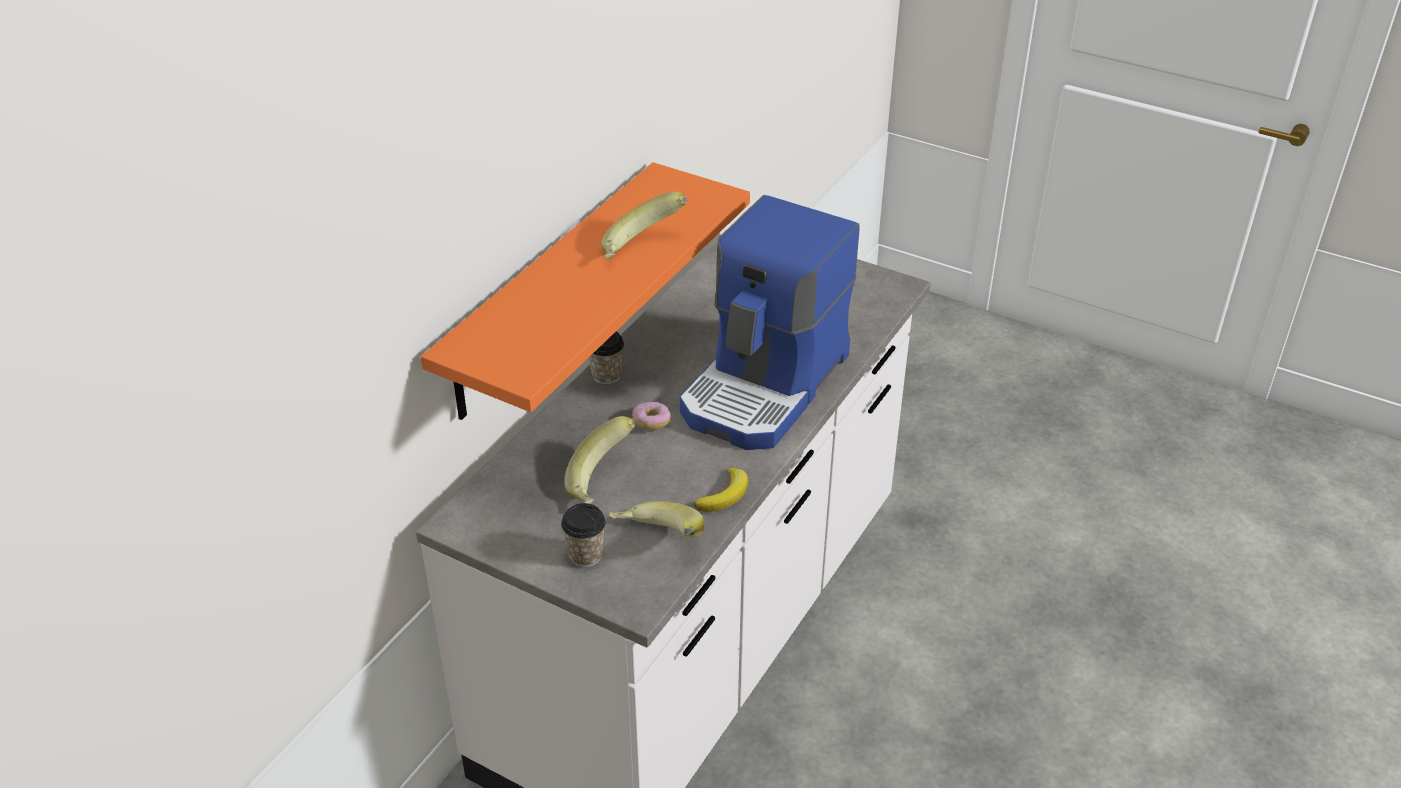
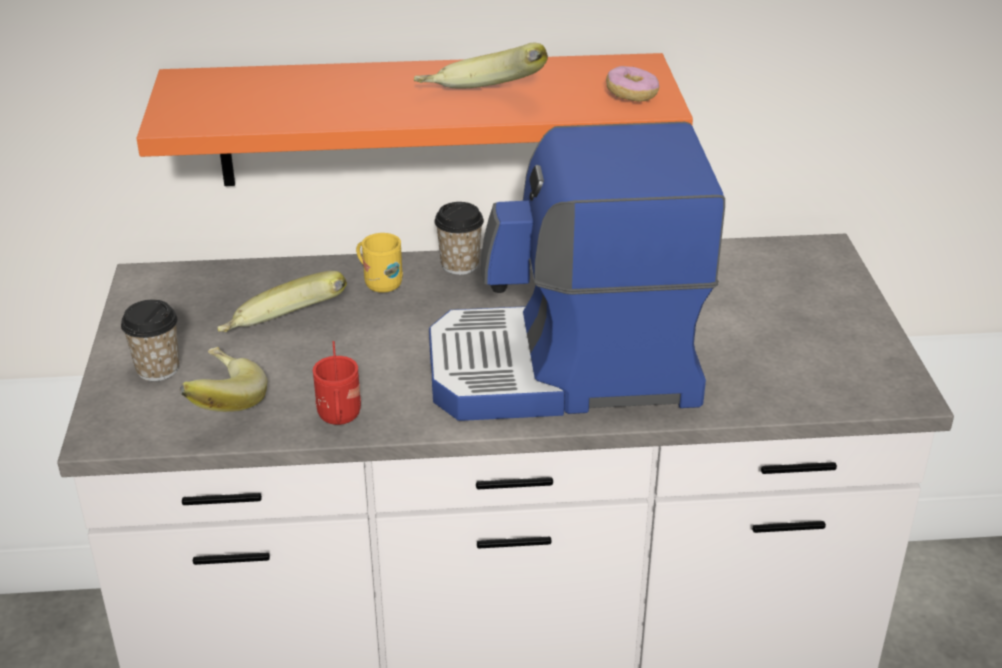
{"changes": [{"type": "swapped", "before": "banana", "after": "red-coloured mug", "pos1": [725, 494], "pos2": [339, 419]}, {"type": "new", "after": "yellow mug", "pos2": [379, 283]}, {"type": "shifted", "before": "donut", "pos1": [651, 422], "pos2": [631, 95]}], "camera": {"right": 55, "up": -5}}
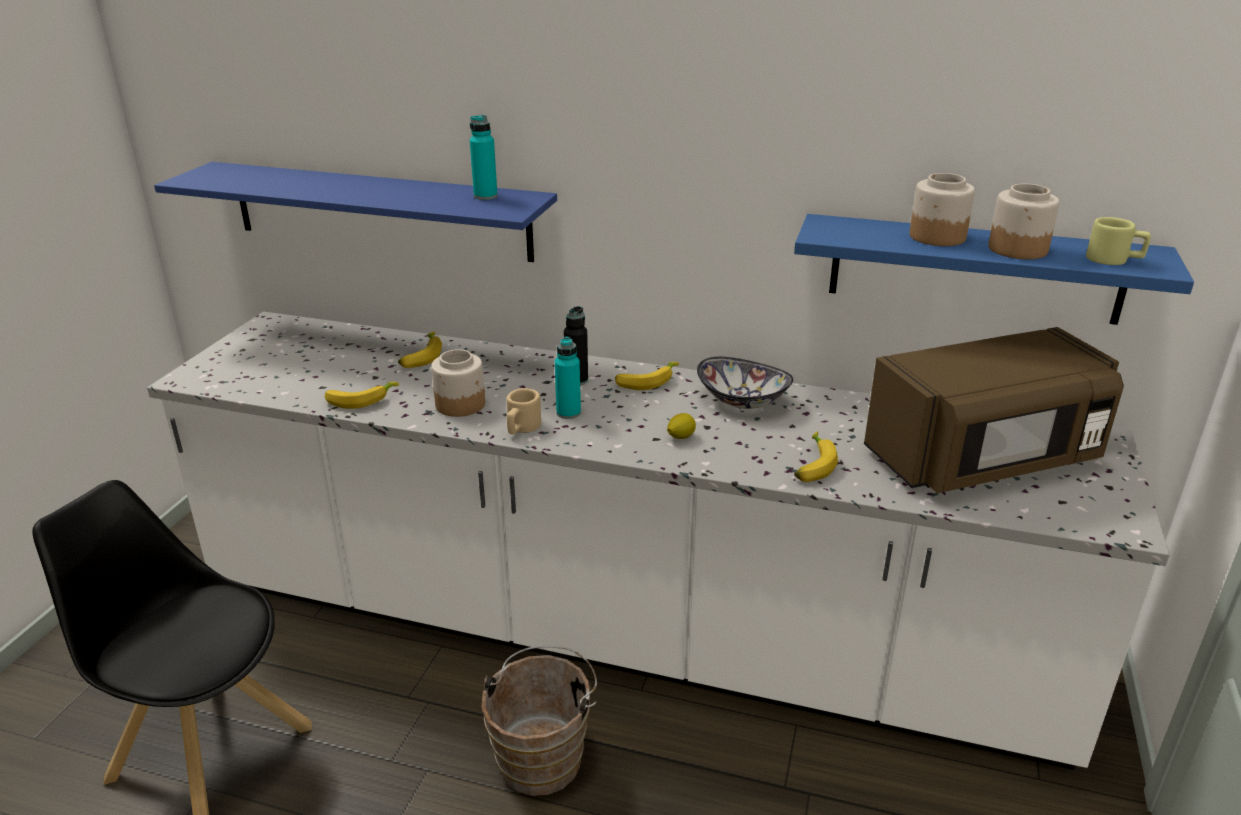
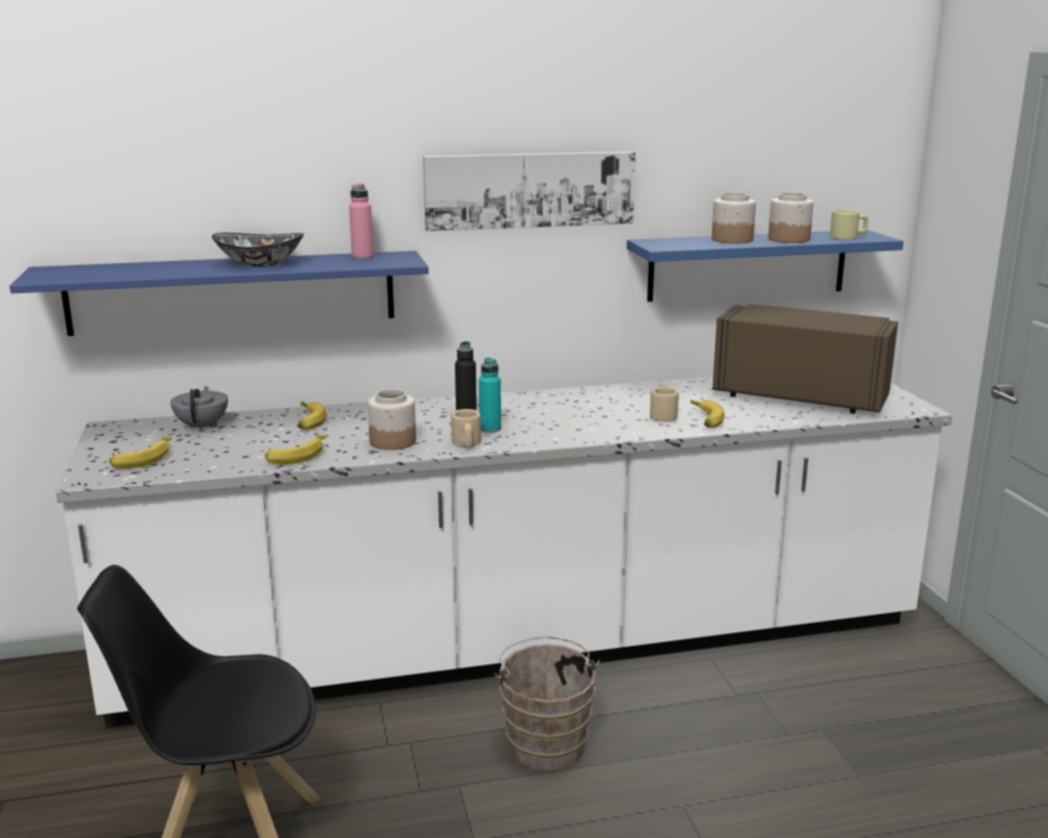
{"changes": [{"type": "shifted", "before": "banana", "pos1": [646, 381], "pos2": [143, 459]}, {"type": "new", "after": "greyish pot for tea", "pos2": [203, 426]}, {"type": "shifted", "before": "bowl", "pos1": [742, 401], "pos2": [260, 264]}, {"type": "repainted", "before": "turquoise beverage bottle", "after": "pink beverage bottle", "pos1": [485, 196], "pos2": [362, 257]}, {"type": "new", "after": "wall art", "pos2": [529, 190]}, {"type": "new", "after": "beige mug", "pos2": [664, 415]}, {"type": "rotated", "before": "brown microwave oven", "pos1": [984, 459], "pos2": [801, 396], "turn": -105}, {"type": "gone", "before": "citrus fruit", "pos1": [680, 437]}], "camera": {"right": -30, "up": -10}}
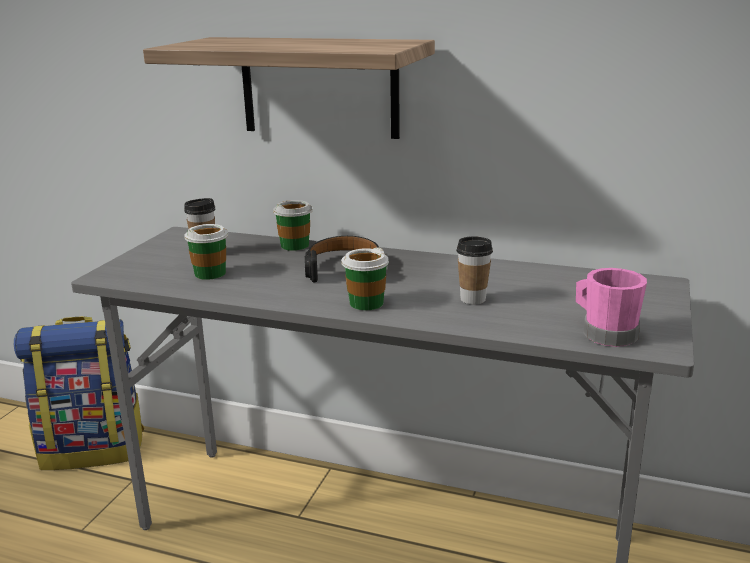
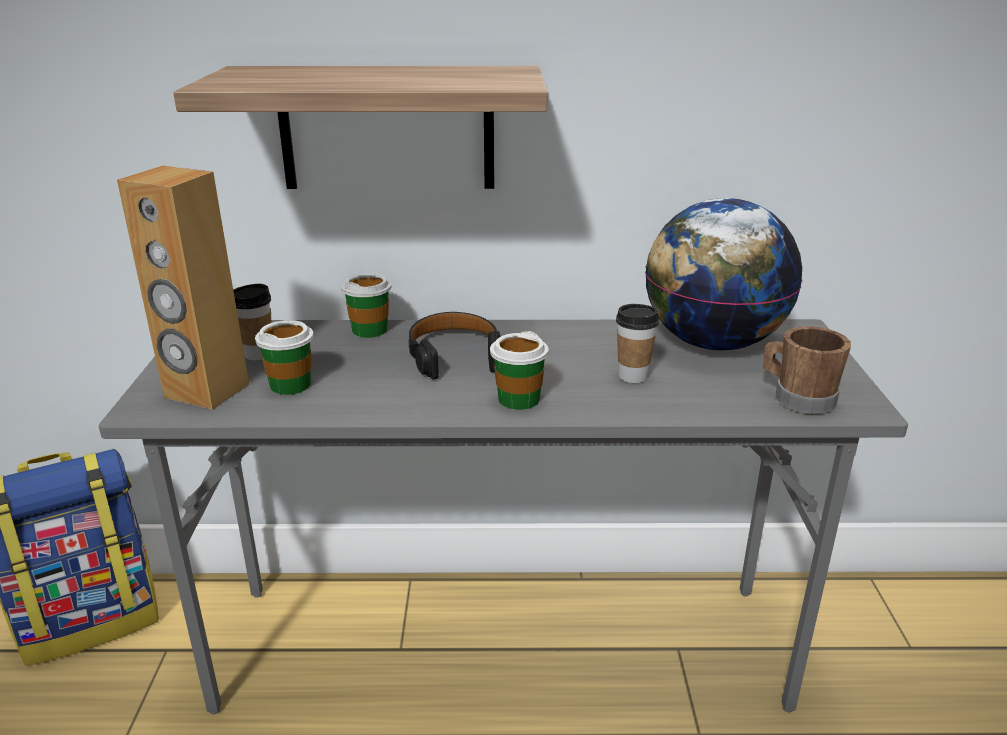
{"changes": [{"type": "new", "after": "brown loudspeaker", "pos2": [206, 391]}, {"type": "new", "after": "desk globe", "pos2": [712, 343]}, {"type": "repainted", "before": "pink mug", "after": "brown mug", "pos1": [604, 332], "pos2": [797, 398]}], "camera": {"right": -20, "up": 5}}
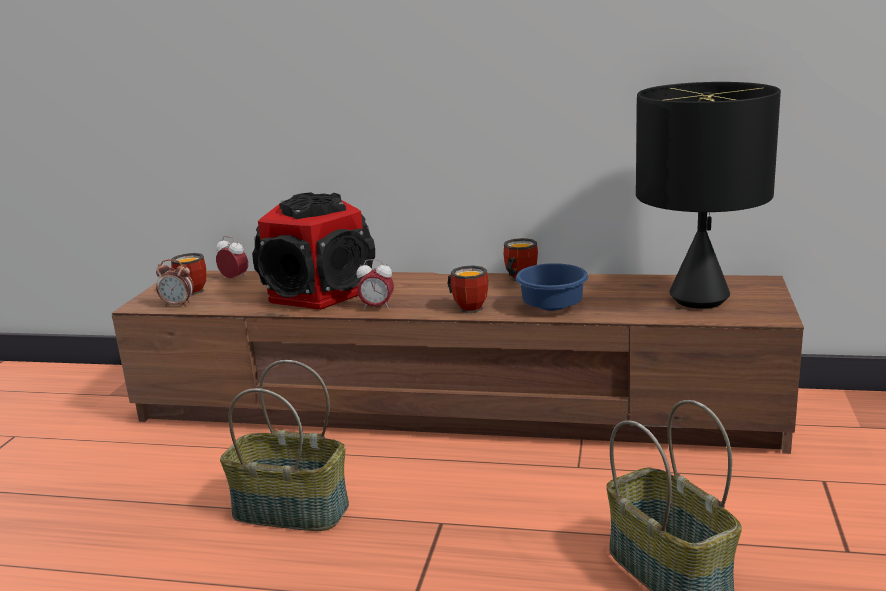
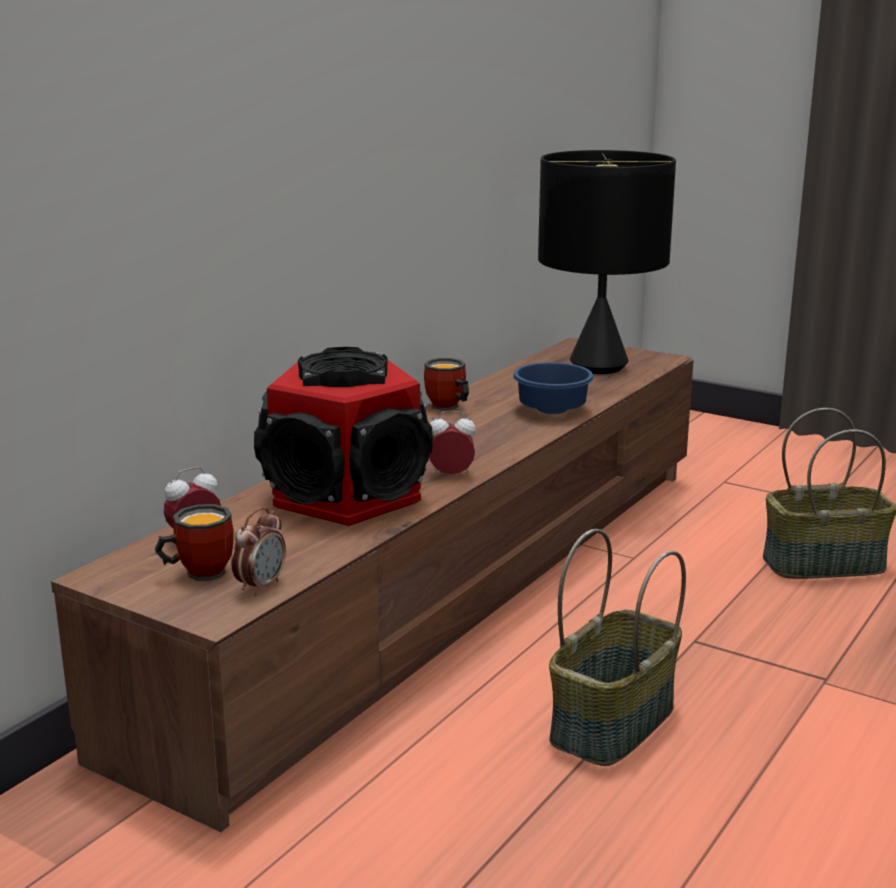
{"changes": [{"type": "rotated", "before": "bedside clock", "pos1": [377, 307], "pos2": [451, 475], "turn": -120}, {"type": "gone", "before": "mug", "pos1": [468, 307]}], "camera": {"right": -70, "up": 0}}
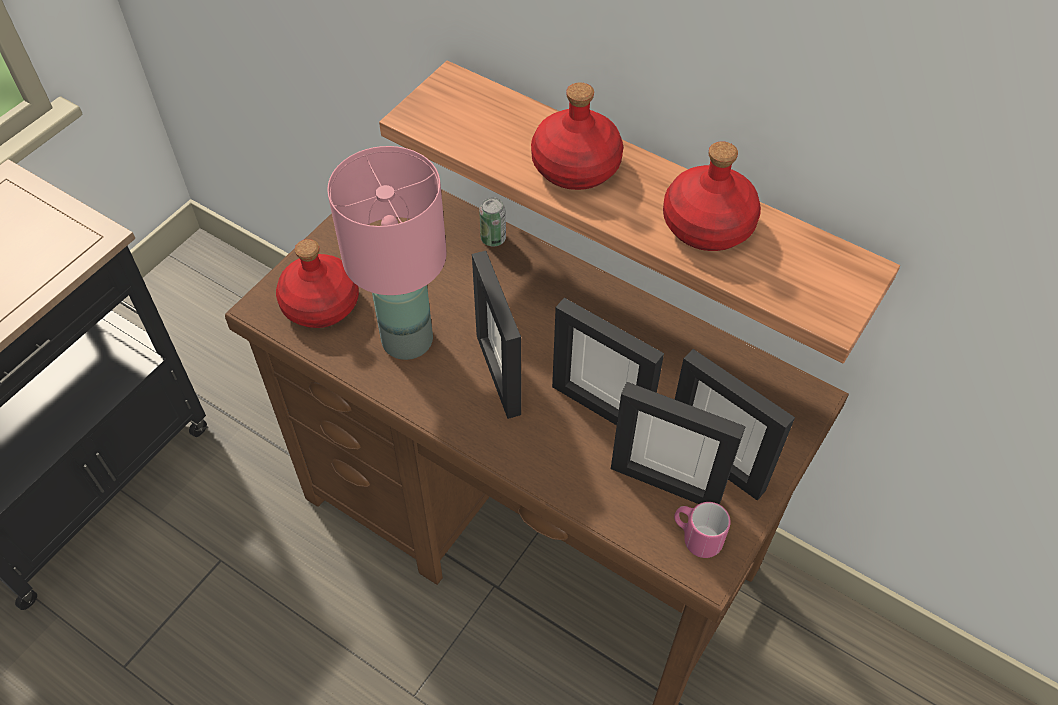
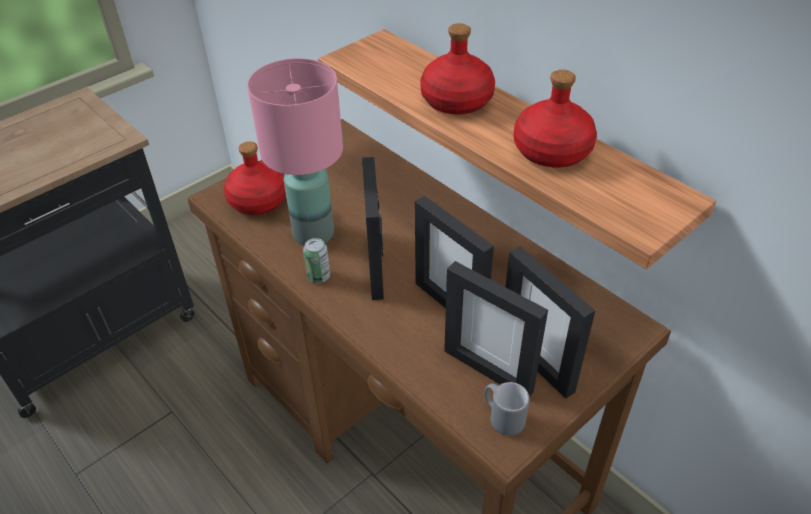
{"changes": [{"type": "shifted", "before": "can", "pos1": [493, 238], "pos2": [319, 276]}, {"type": "repainted", "before": "pink mug", "after": "greyish mug", "pos1": [696, 537], "pos2": [502, 418]}], "camera": {"right": 15, "up": -10}}
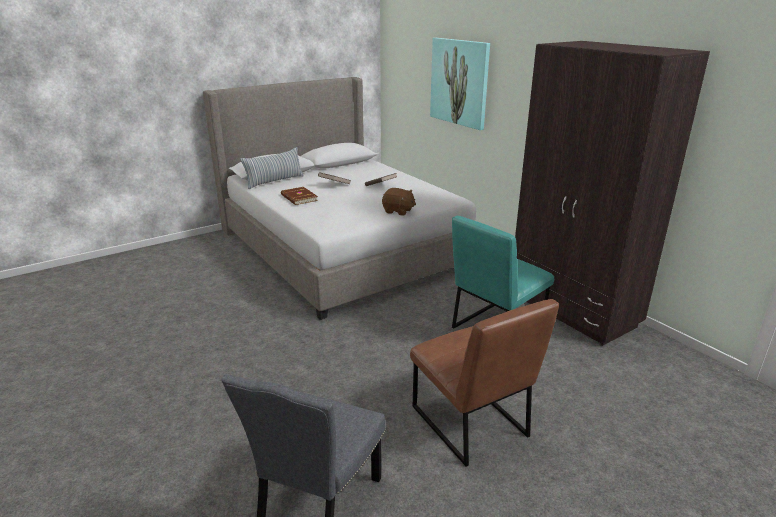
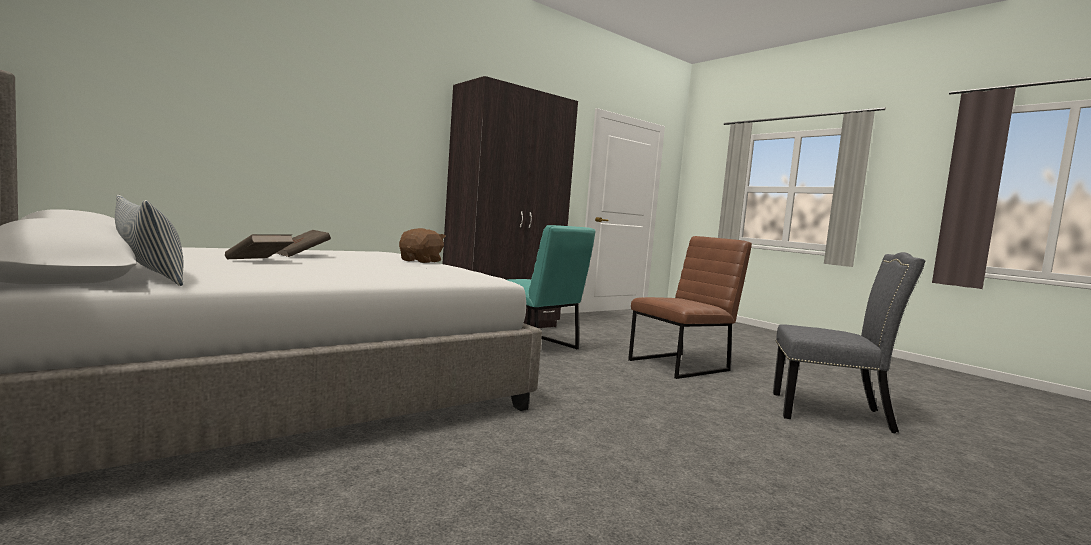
{"changes": [{"type": "gone", "before": "brown book", "pos1": [298, 198]}, {"type": "gone", "before": "wall art", "pos1": [460, 82]}], "camera": {"right": -95, "up": -20}}
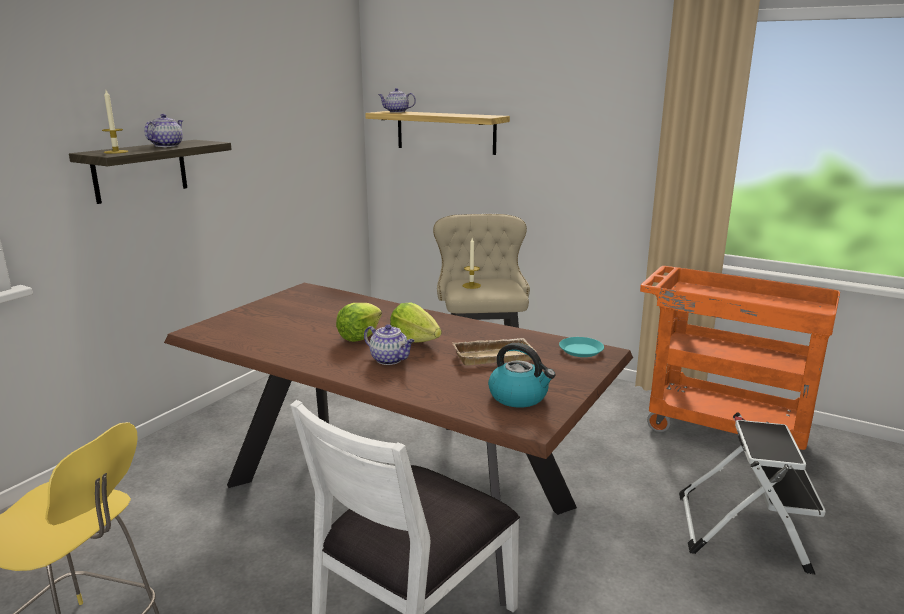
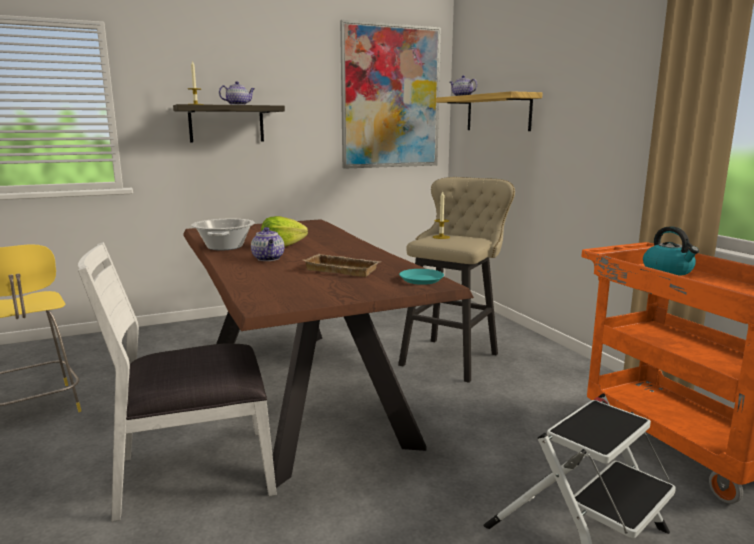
{"changes": [{"type": "new", "after": "cooking pot", "pos2": [224, 247]}, {"type": "new", "after": "wall art", "pos2": [391, 97]}, {"type": "shifted", "before": "kettle", "pos1": [519, 397], "pos2": [668, 271]}, {"type": "gone", "before": "lettuce head", "pos1": [415, 340]}], "camera": {"right": 35, "up": -5}}
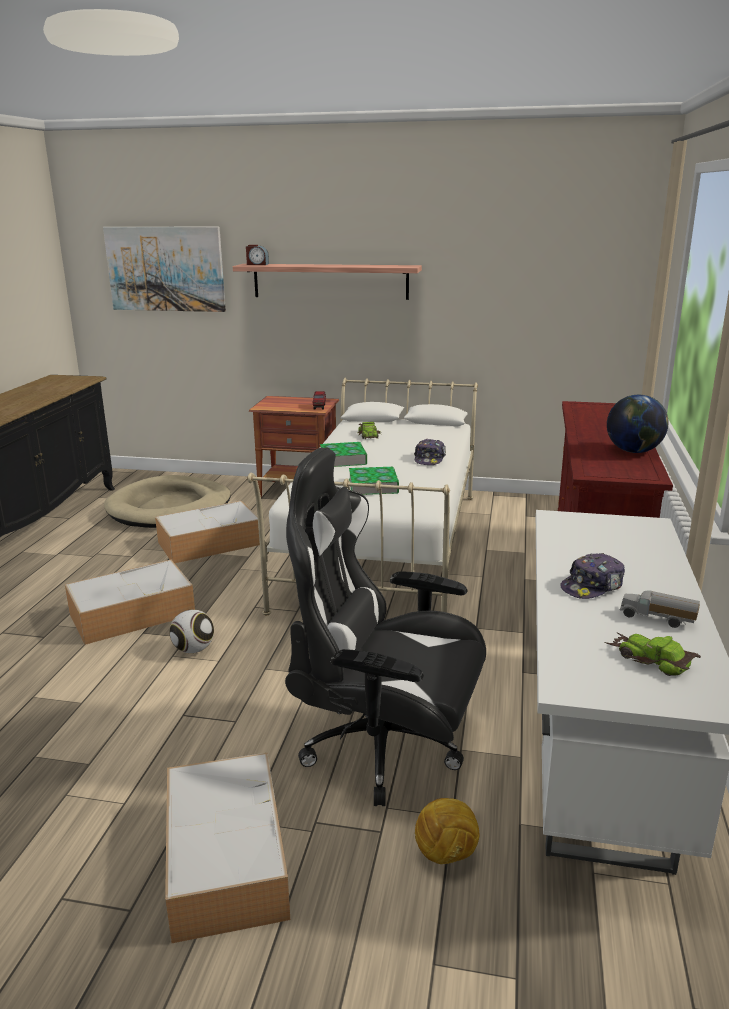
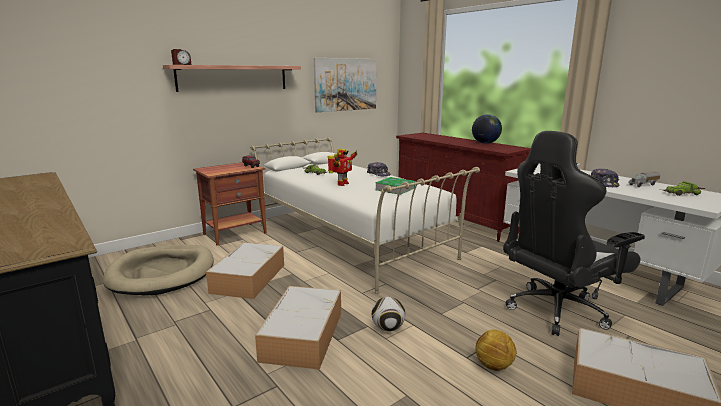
{"changes": [{"type": "shifted", "before": "wall art", "pos1": [165, 269], "pos2": [345, 84]}, {"type": "swapped", "before": "book", "after": "robot figure", "pos1": [343, 459], "pos2": [341, 184]}, {"type": "shifted", "before": "football ball", "pos1": [446, 855], "pos2": [494, 365]}], "camera": {"right": -50, "up": -5}}
